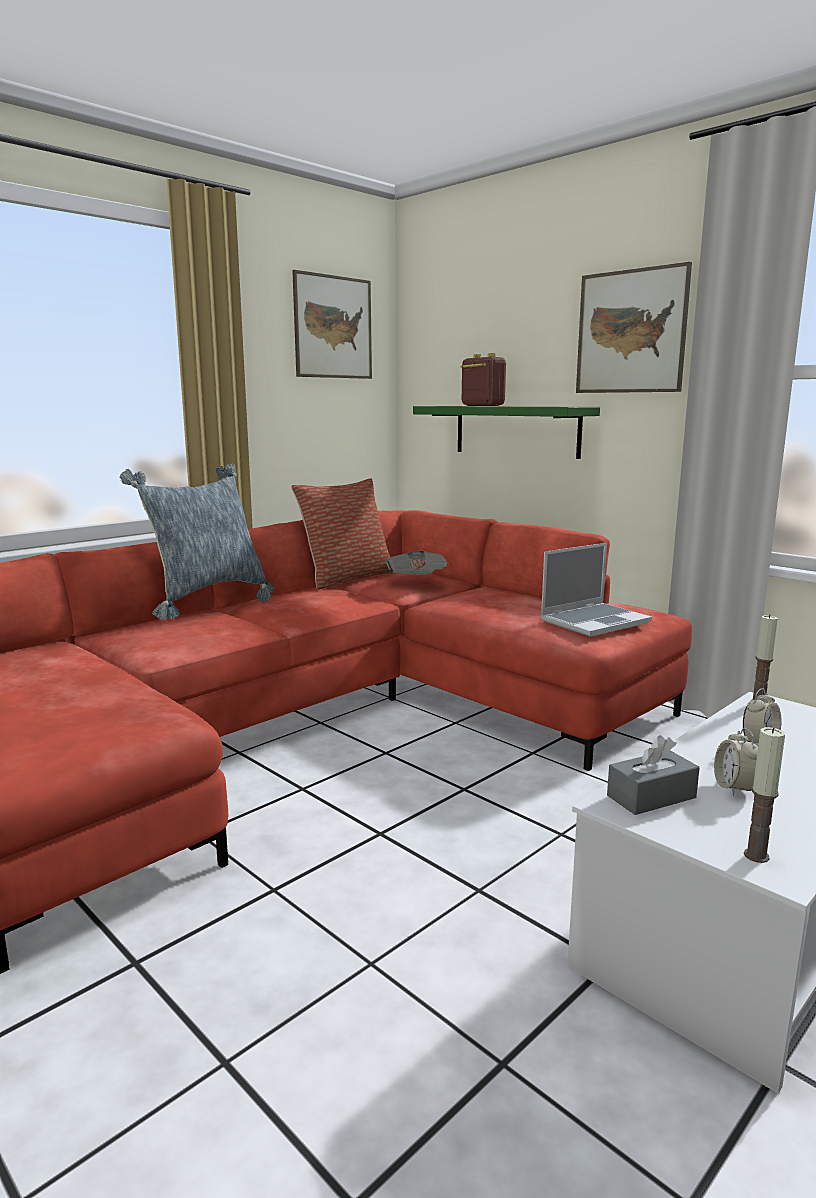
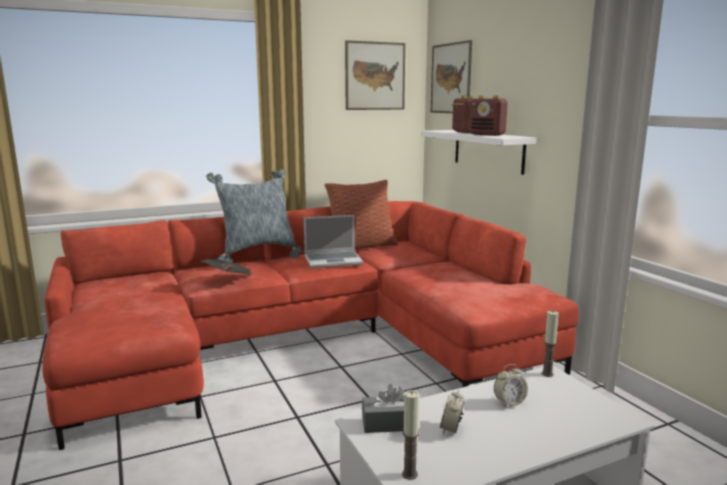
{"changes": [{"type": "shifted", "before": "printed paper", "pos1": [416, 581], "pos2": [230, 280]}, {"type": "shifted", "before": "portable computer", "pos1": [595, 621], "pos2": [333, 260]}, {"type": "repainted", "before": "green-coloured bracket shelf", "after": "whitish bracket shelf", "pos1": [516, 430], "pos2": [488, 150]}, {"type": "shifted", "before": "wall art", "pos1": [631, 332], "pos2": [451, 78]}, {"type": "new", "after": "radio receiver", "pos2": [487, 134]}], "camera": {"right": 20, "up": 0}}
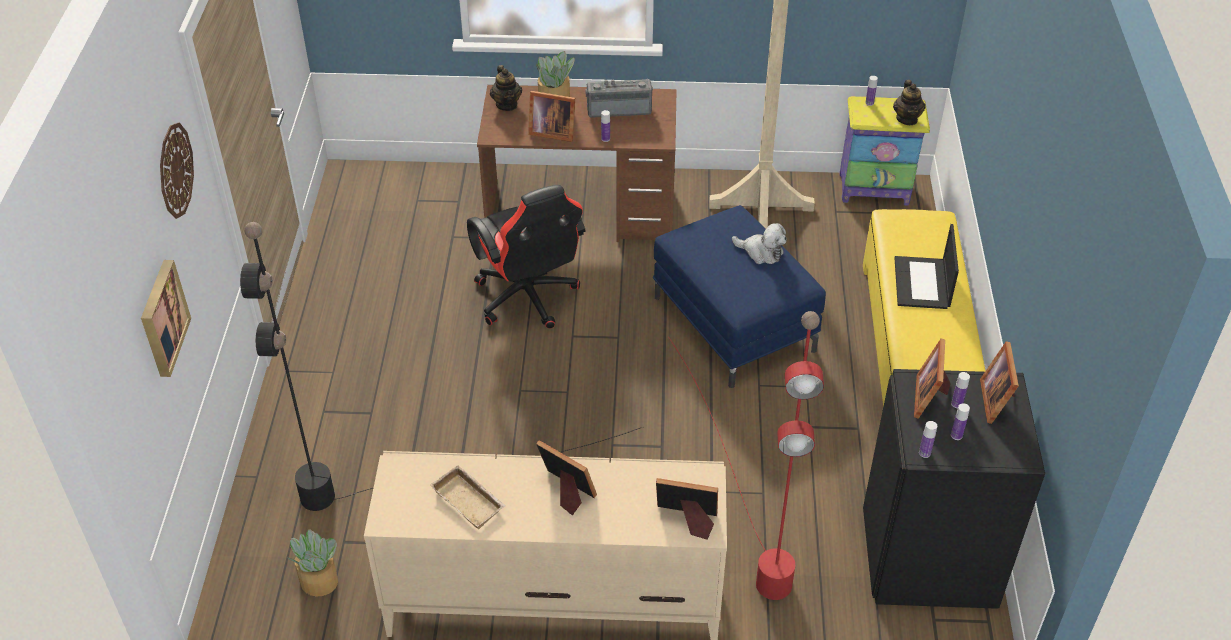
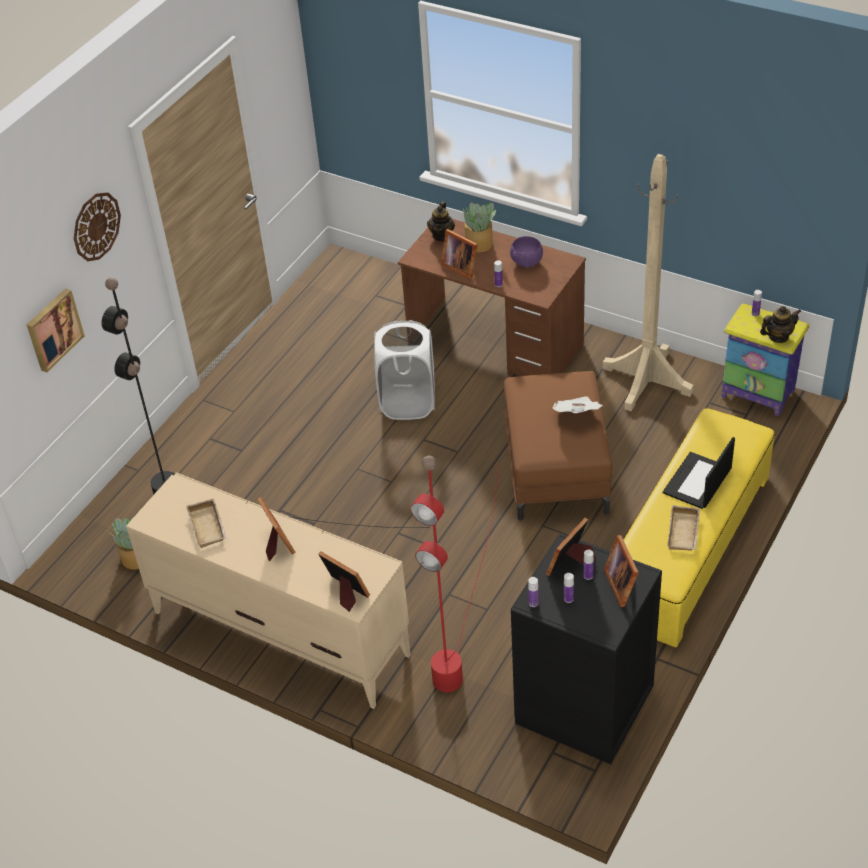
{"changes": [{"type": "swapped", "before": "blackish office chair", "after": "whitish washing basket", "pos1": [529, 302], "pos2": [408, 402]}, {"type": "repainted", "before": "blue-coloured footrest", "after": "brown footrest", "pos1": [734, 323], "pos2": [557, 470]}, {"type": "swapped", "before": "radio receiver", "after": "purple bowl", "pos1": [619, 108], "pos2": [527, 262]}, {"type": "swapped", "before": "cuddly toy", "after": "printed paper", "pos1": [761, 252], "pos2": [577, 414]}, {"type": "rotated", "before": "standing frame", "pos1": [998, 400], "pos2": [623, 584], "turn": -45}, {"type": "new", "after": "beige serving tray", "pos2": [684, 532]}, {"type": "rotated", "before": "pot for tea", "pos1": [907, 119], "pos2": [778, 337], "turn": -135}], "camera": {"right": 30, "up": 0}}
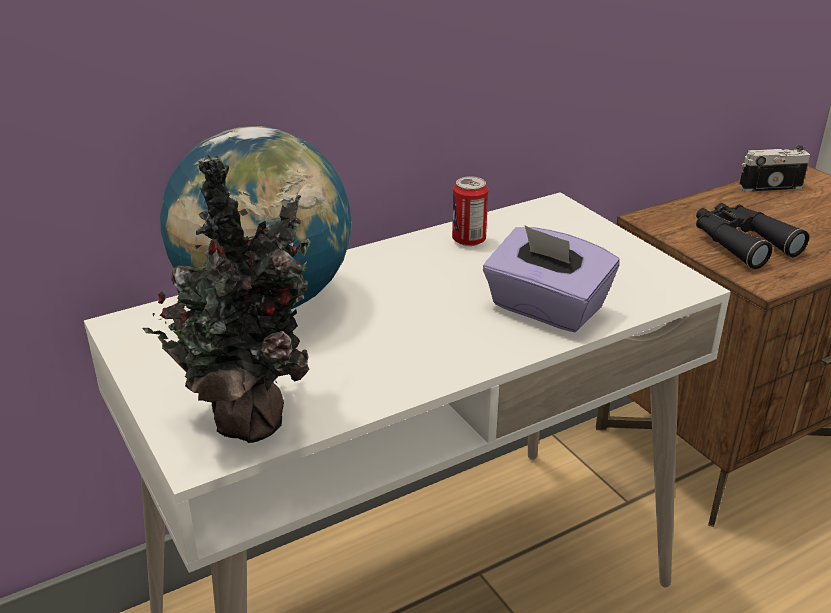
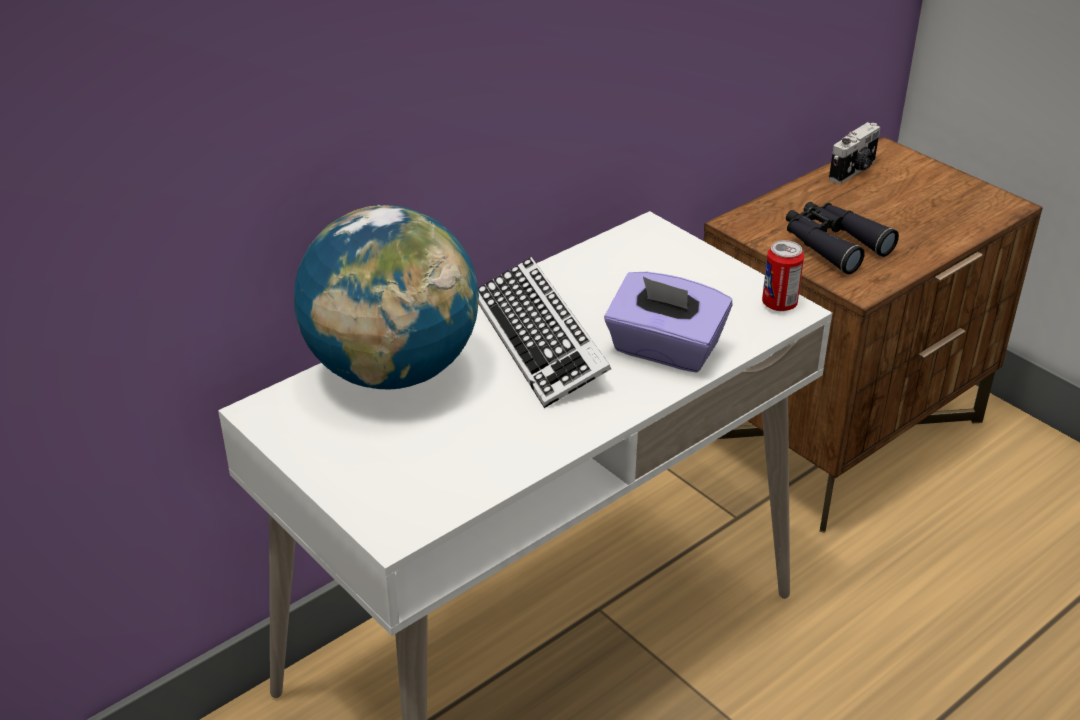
{"changes": [{"type": "new", "after": "keyboard", "pos2": [540, 341]}, {"type": "shifted", "before": "can", "pos1": [469, 240], "pos2": [779, 304]}, {"type": "rotated", "before": "still camera", "pos1": [769, 186], "pos2": [854, 171], "turn": 150}, {"type": "gone", "before": "plant in a pot", "pos1": [251, 417]}], "camera": {"right": -10, "up": 5}}
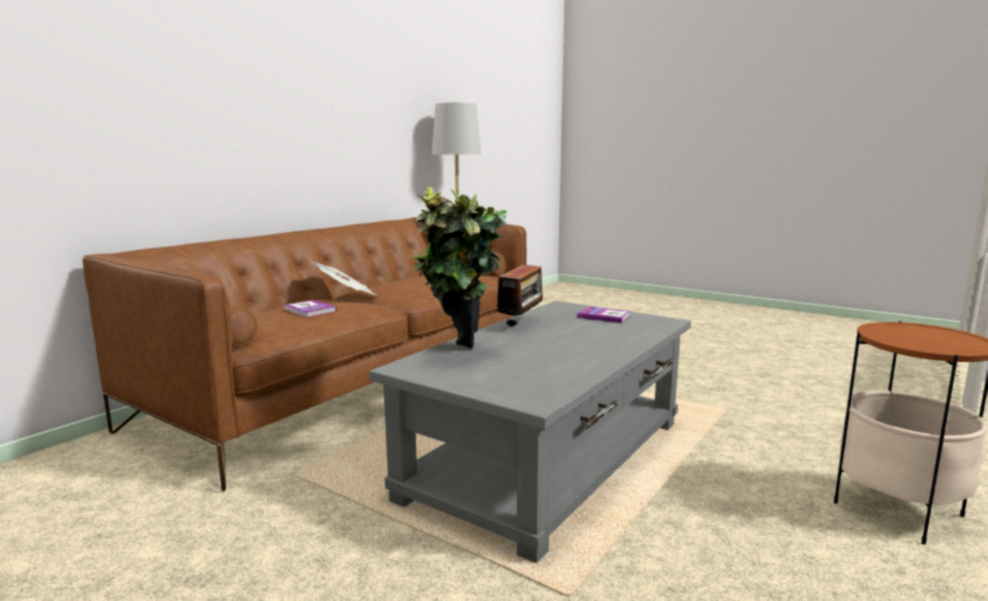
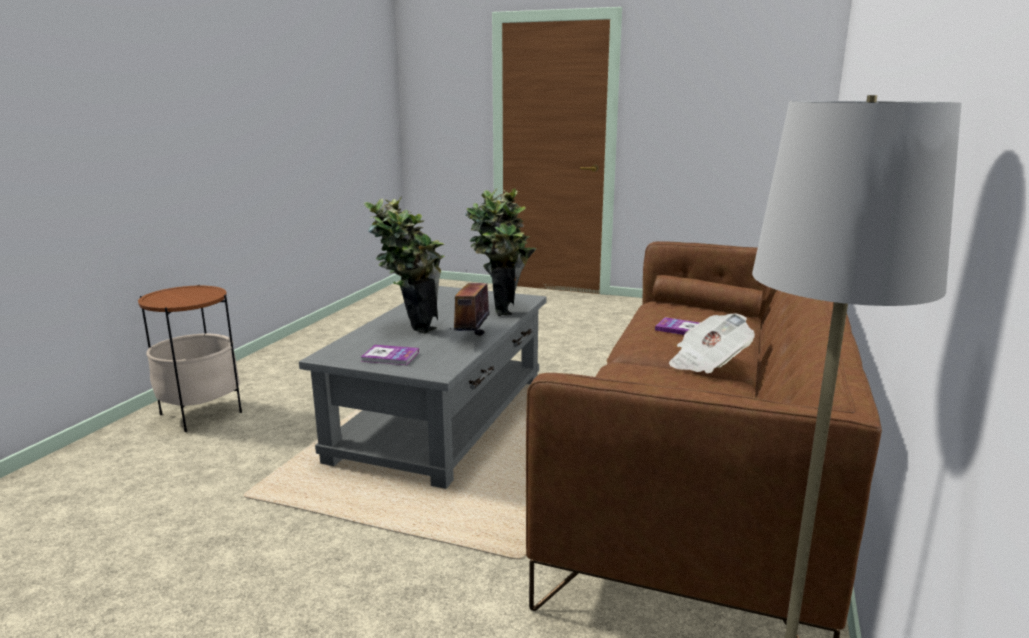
{"changes": [{"type": "new", "after": "plant in a pot", "pos2": [409, 326]}], "camera": {"right": 165, "up": 5}}
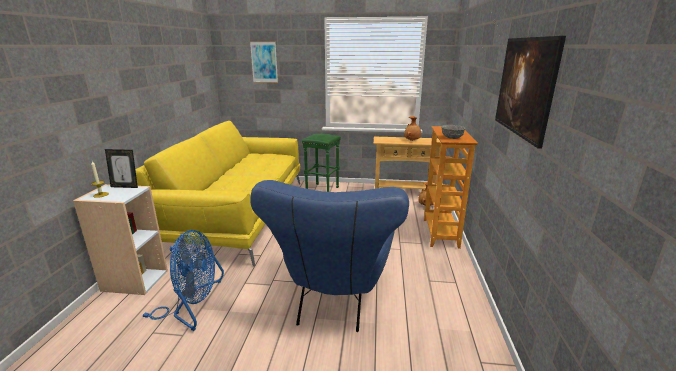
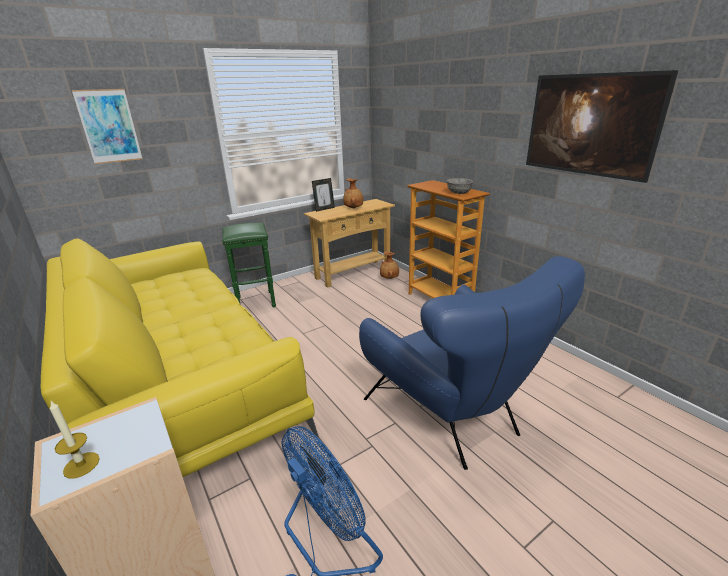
{"changes": [{"type": "shifted", "before": "standing frame", "pos1": [125, 186], "pos2": [324, 209]}], "camera": {"right": -40, "up": 5}}
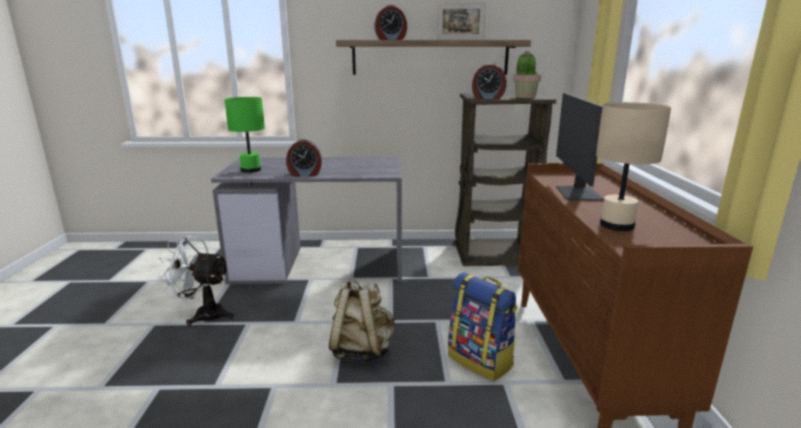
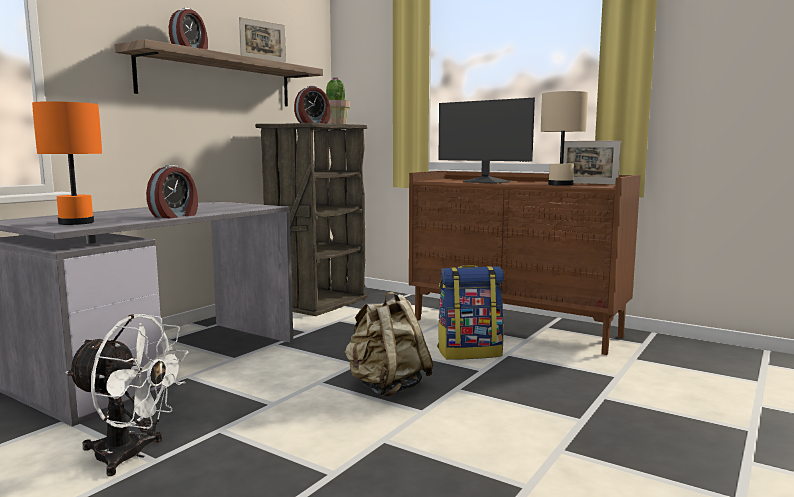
{"changes": [{"type": "repainted", "before": "green-coloured tabletop lamp", "after": "orange tabletop lamp", "pos1": [251, 170], "pos2": [75, 223]}, {"type": "rotated", "before": "whitish cooling fan", "pos1": [203, 314], "pos2": [131, 455], "turn": -120}, {"type": "new", "after": "standing frame", "pos2": [588, 183]}], "camera": {"right": -55, "up": -10}}
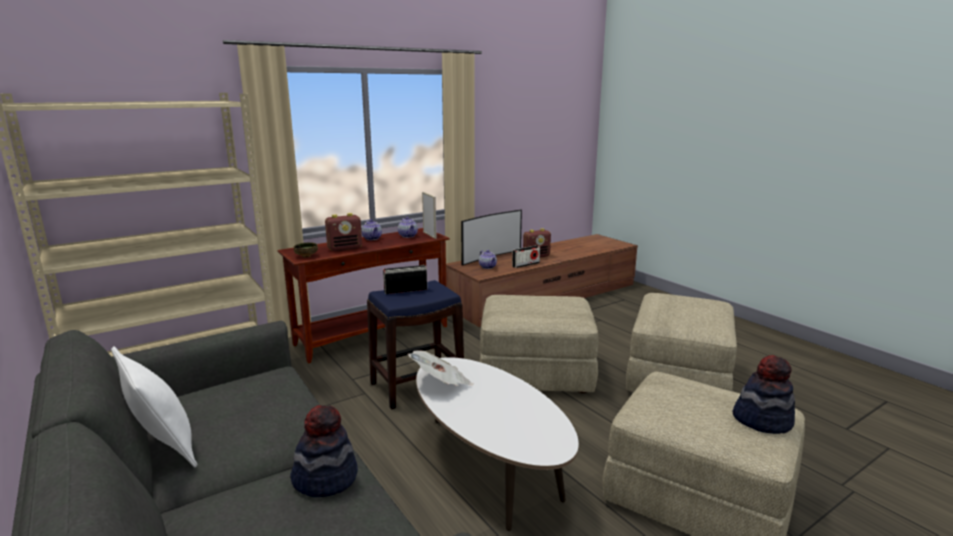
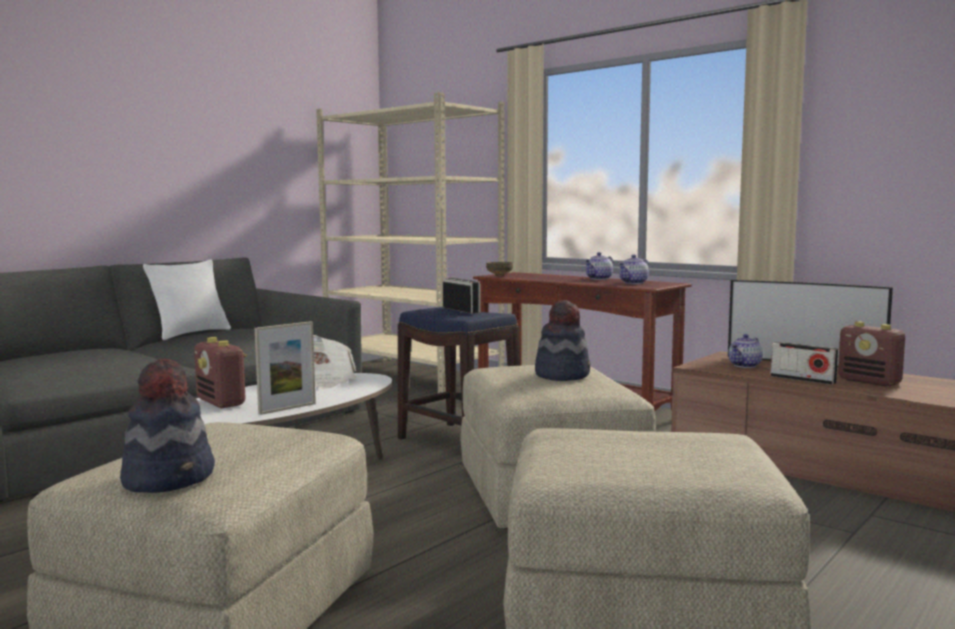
{"changes": [{"type": "shifted", "before": "radio receiver", "pos1": [345, 248], "pos2": [221, 403]}, {"type": "shifted", "before": "standing frame", "pos1": [429, 235], "pos2": [287, 409]}, {"type": "shifted", "before": "clothing hat", "pos1": [325, 478], "pos2": [562, 375]}], "camera": {"right": 75, "up": -10}}
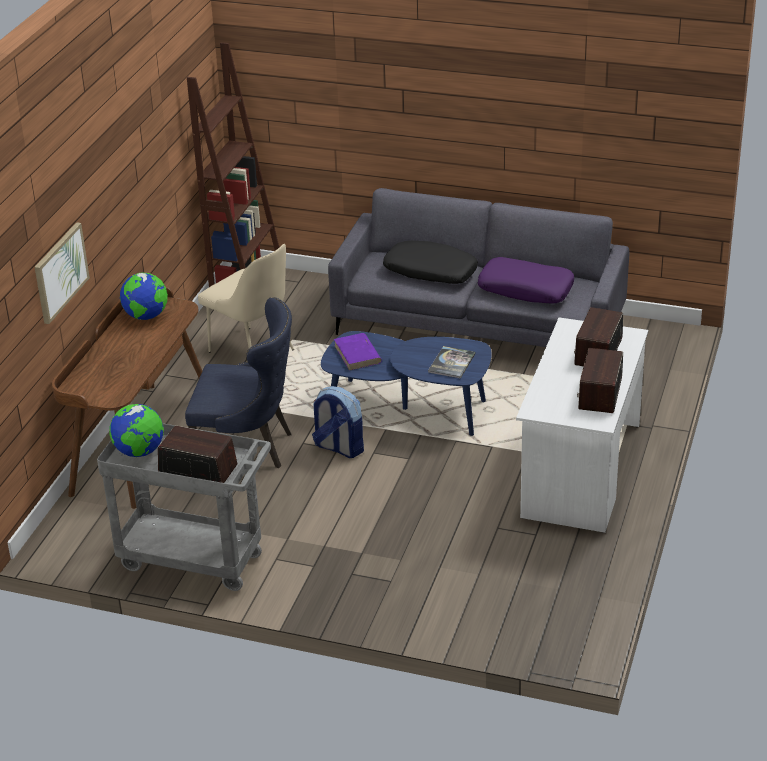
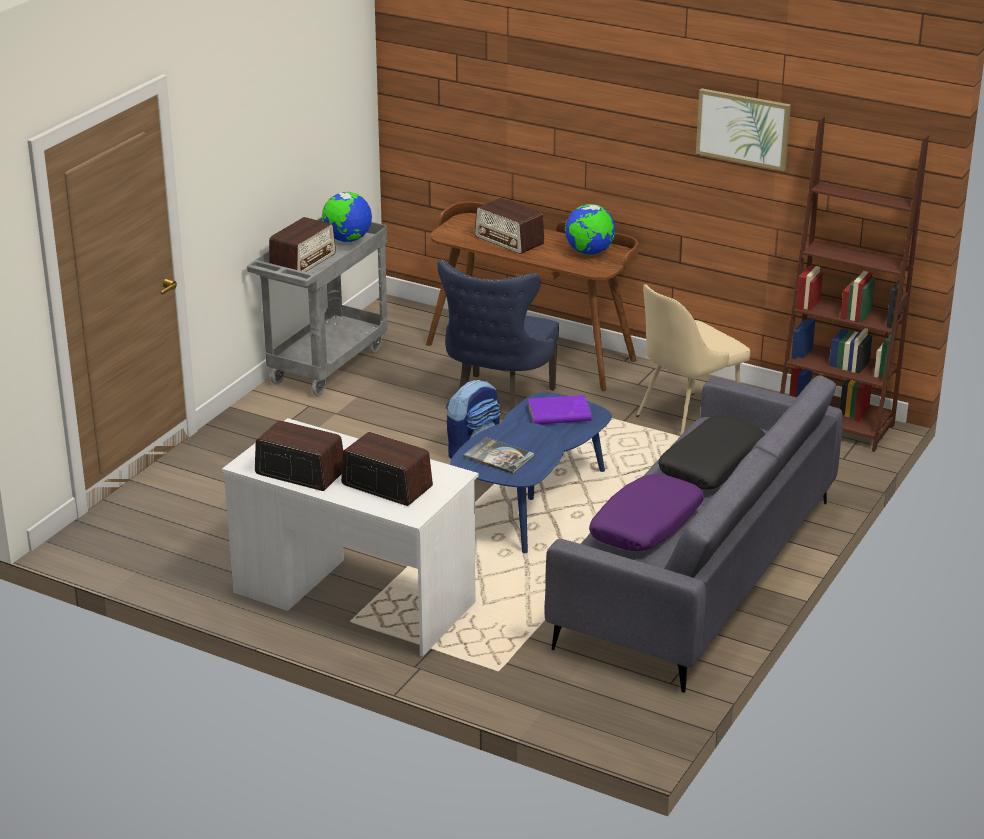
{"changes": [{"type": "new", "after": "radio receiver", "pos2": [509, 240]}, {"type": "shifted", "before": "wall art", "pos1": [60, 272], "pos2": [743, 128]}], "camera": {"right": 100, "up": -5}}
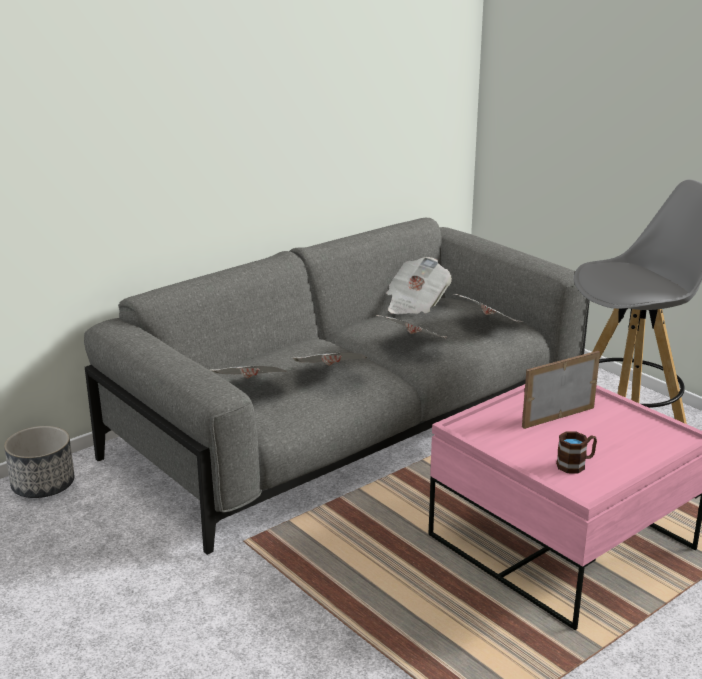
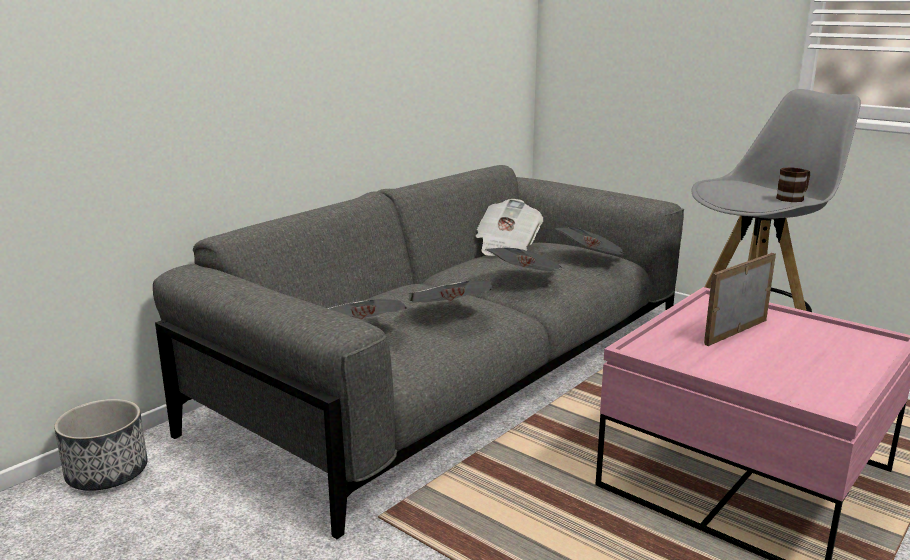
{"changes": [{"type": "shifted", "before": "brown mug", "pos1": [576, 464], "pos2": [793, 198]}], "camera": {"right": -10, "up": -5}}
